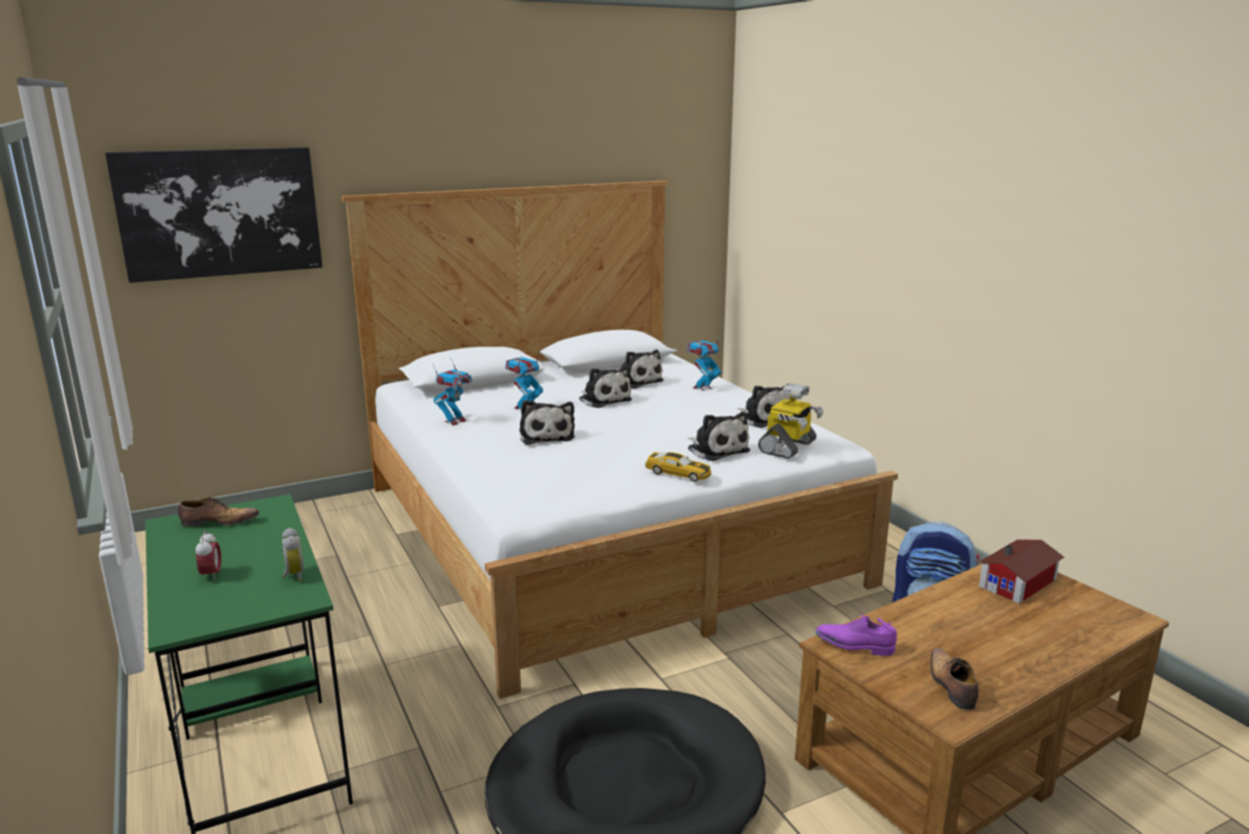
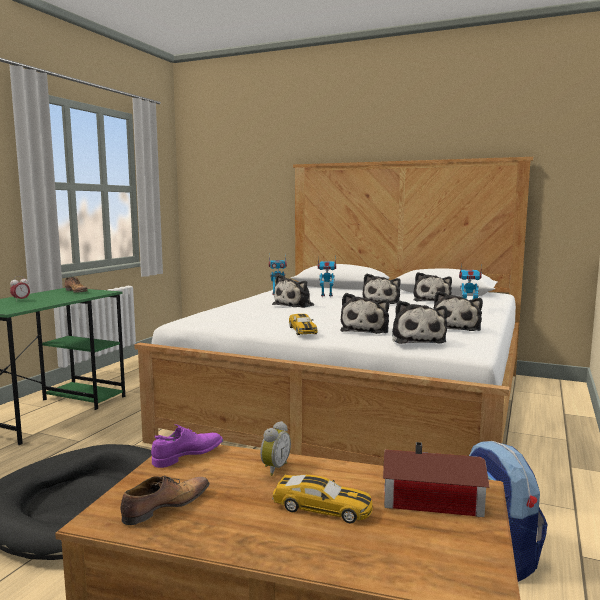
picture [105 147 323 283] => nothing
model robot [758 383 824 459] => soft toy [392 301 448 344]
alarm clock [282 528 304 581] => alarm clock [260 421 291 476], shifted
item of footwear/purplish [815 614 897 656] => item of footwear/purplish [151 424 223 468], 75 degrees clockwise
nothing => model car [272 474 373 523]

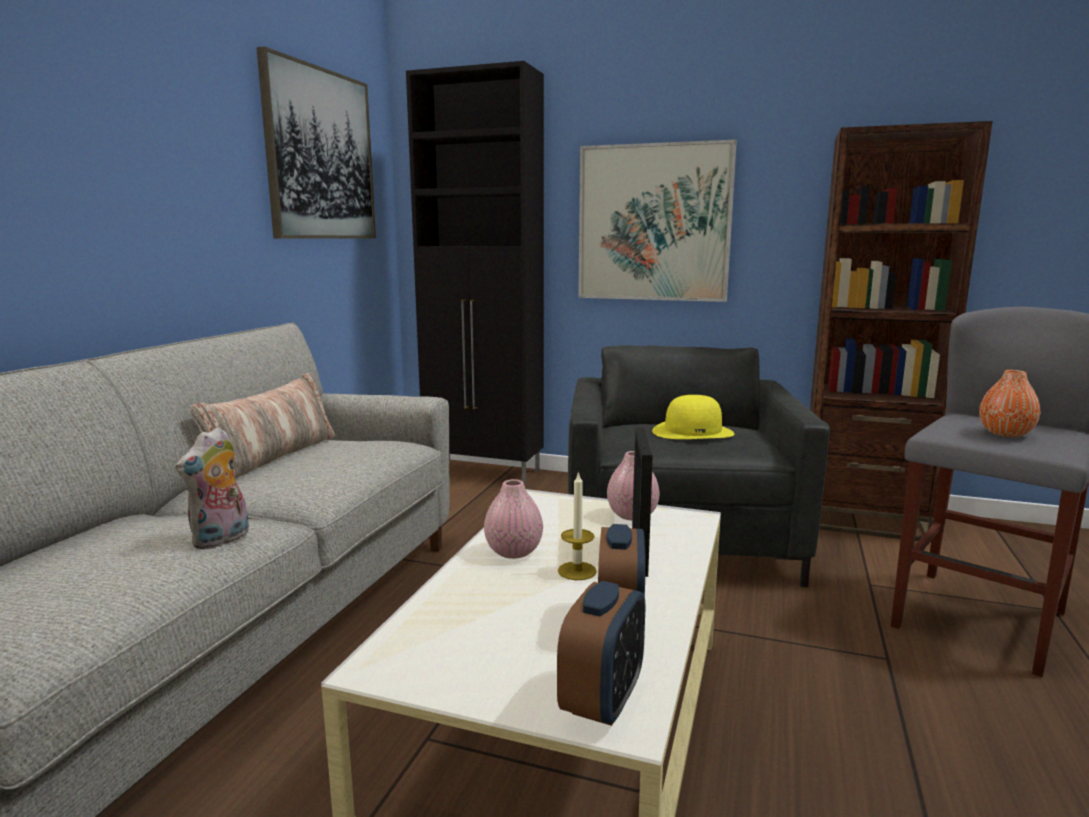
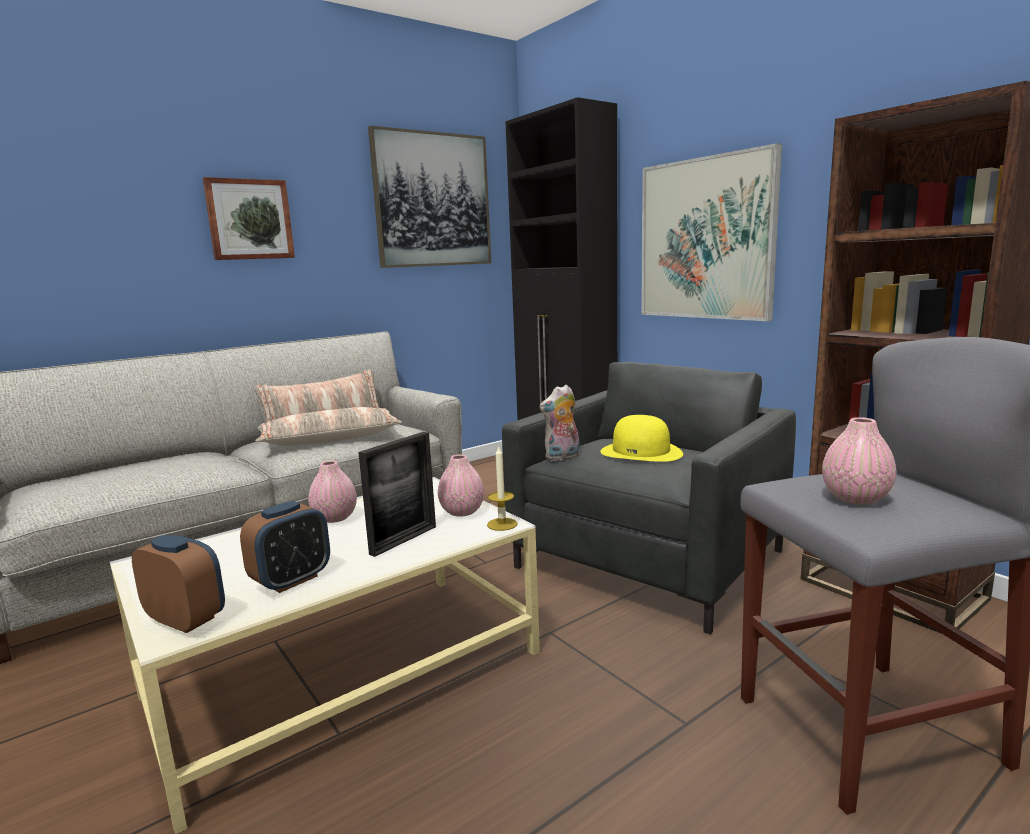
vase/orange [979 370 1040 437] => vase/pink-coloured [822 417 896 505]
soft toy [175 427 249 549] => soft toy [539 385 580 461], shifted
wax candle [558 471 597 580] => wax candle [487 445 518 531], shifted
alarm clock [557 581 645 726] => alarm clock [132 535 225 633], 120 degrees counterclockwise
nothing => picture [203 177 295 260]
nothing => cushion [255 407 402 446]

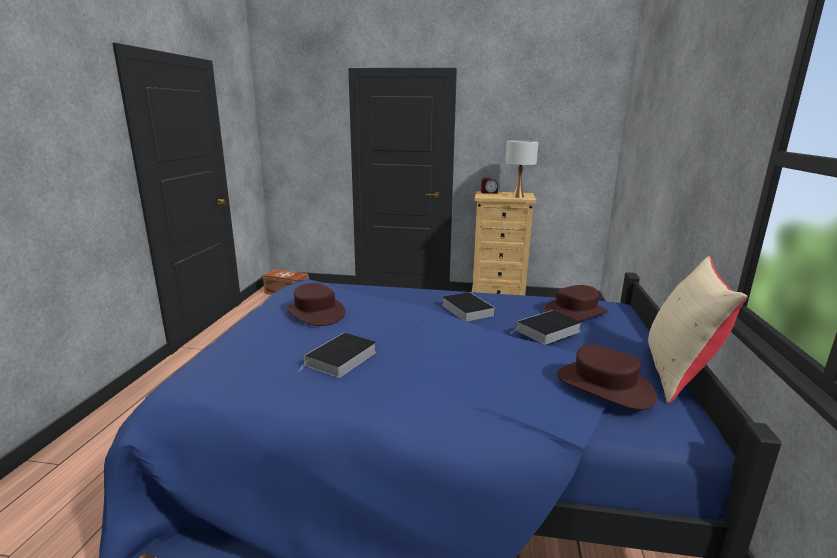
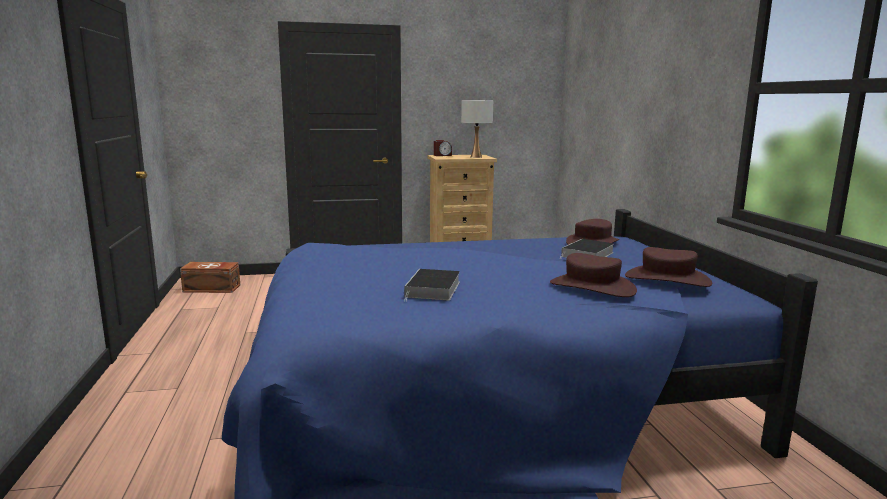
cushion/beige [648 256 748 404] => nothing
hat/brown-coloured [287 283 345 326] => hat/brown-coloured [550 253 637 297], shifted
book [442 292 495 321] => nothing

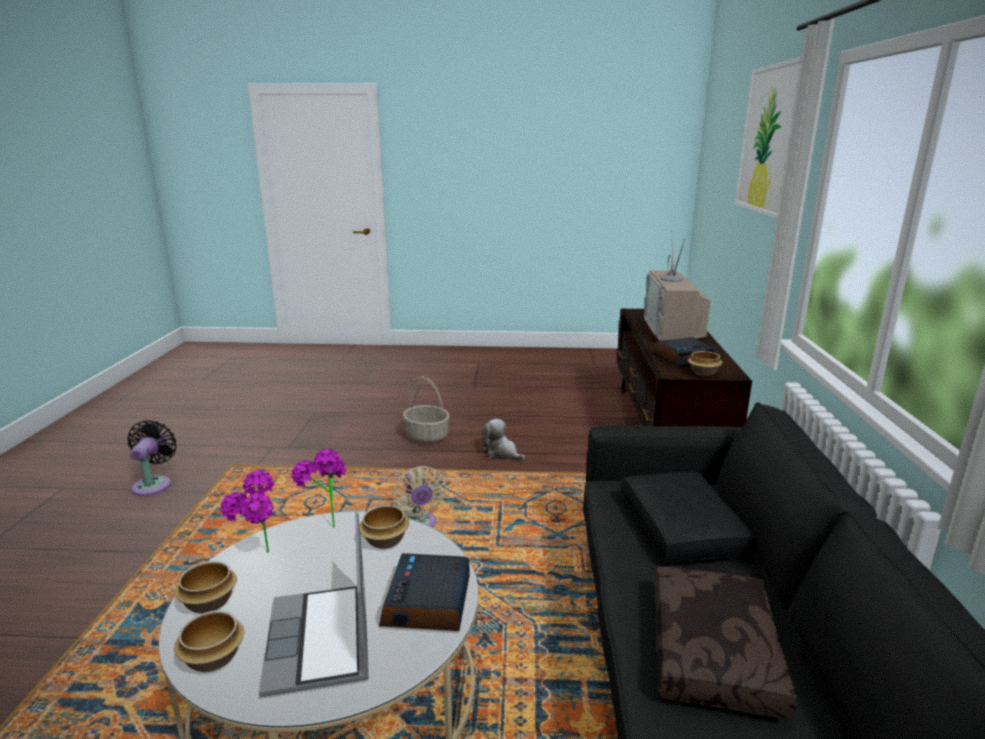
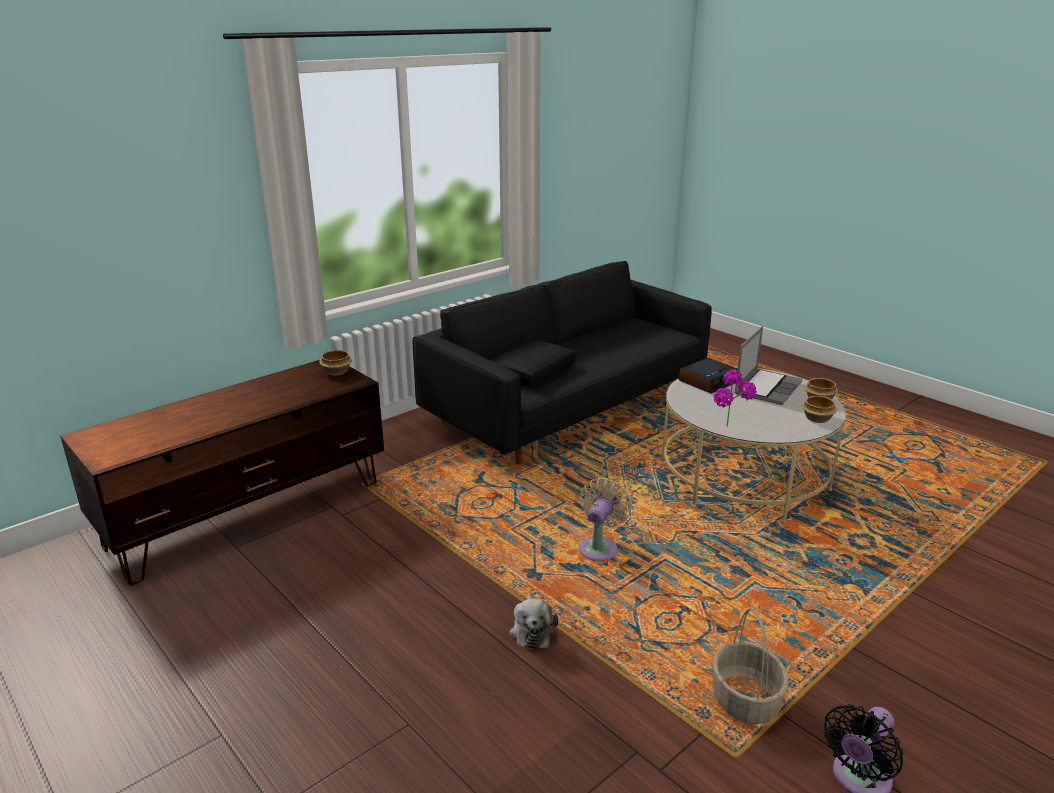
picture [735 56 802 219] => nothing
television [644 230 711 341] => nothing
alarm clock [654 337 716 367] => nothing
household basket [403 376 450 444] => household basket [713 608 789 724], shifted
soft toy [481 419 525 461] => soft toy [509 596 558 649], shifted
houseplant [220 470 274 553] => nothing
serving bowl [359 505 409 549] => nothing
cushion/brown-coloured [655 566 797 718] => nothing

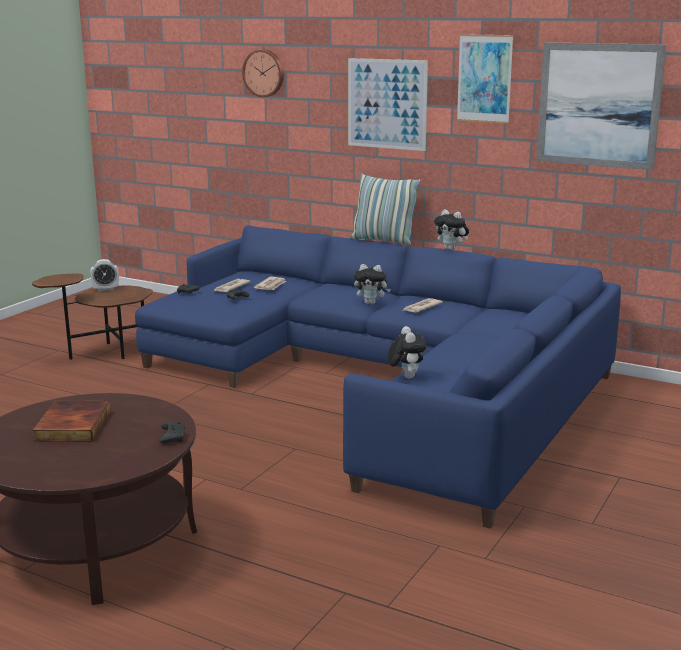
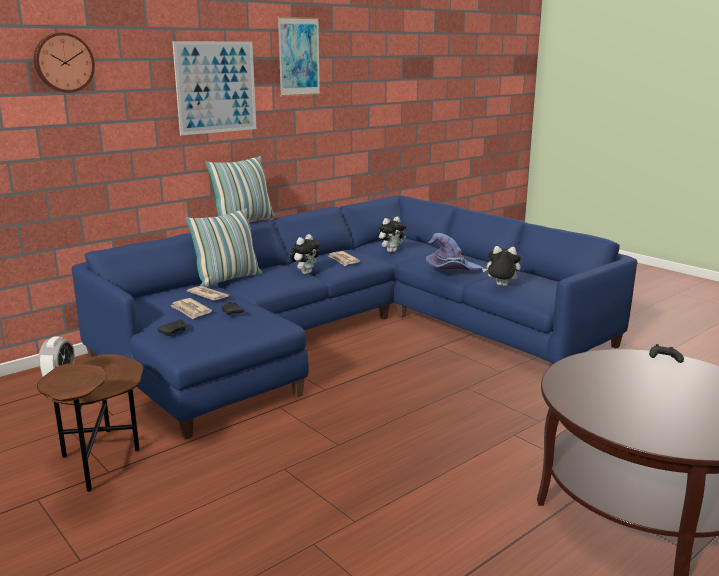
picture [536 42 666 170] => nothing
soft toy [434 209 469 250] => soft toy [378 217 407 252], shifted
book [33 401 111 442] => nothing
nothing => cushion [185 208 262 288]
nothing => hat/purplish [426 233 483 270]

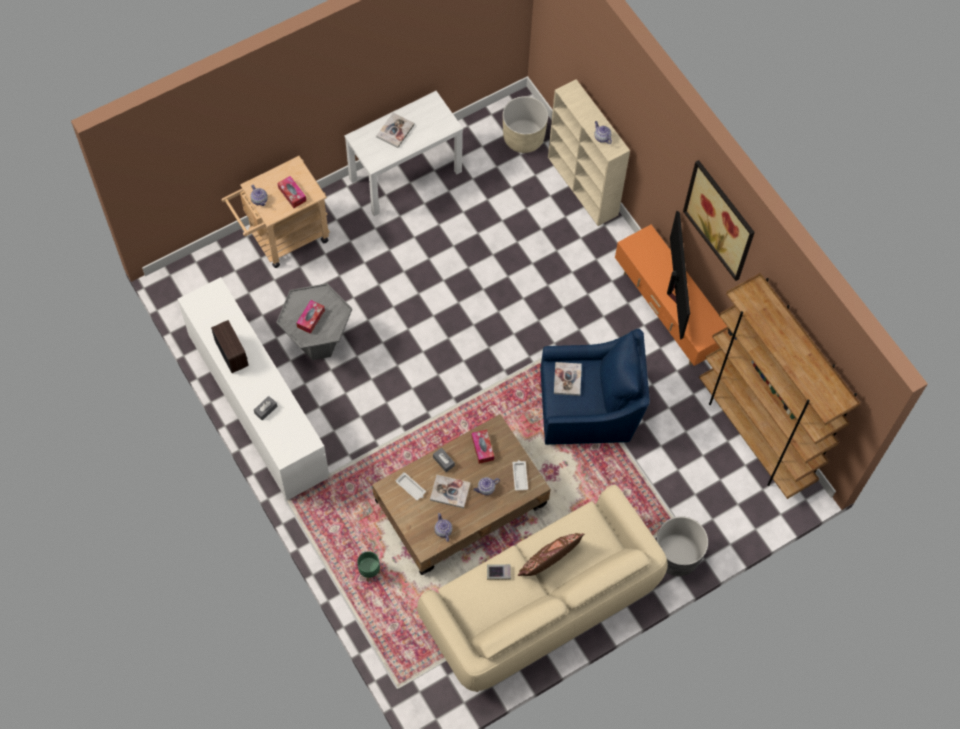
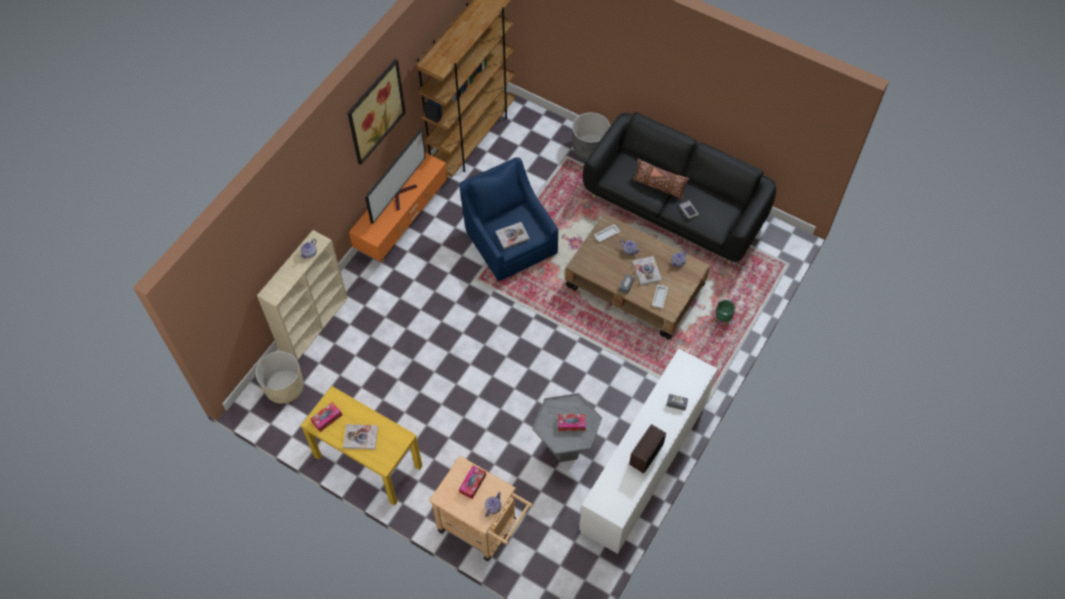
console table/whitish [344 91 463 216] => console table/yellowish [301 386 422 506]
television [667 210 690 340] => television [365 129 426 224], 150 degrees clockwise
tissue holder [471 430 494 464] => tissue holder [310 402 342 432], shifted
sofa/beige [417 485 668 692] => sofa/black [583 112 776 265]

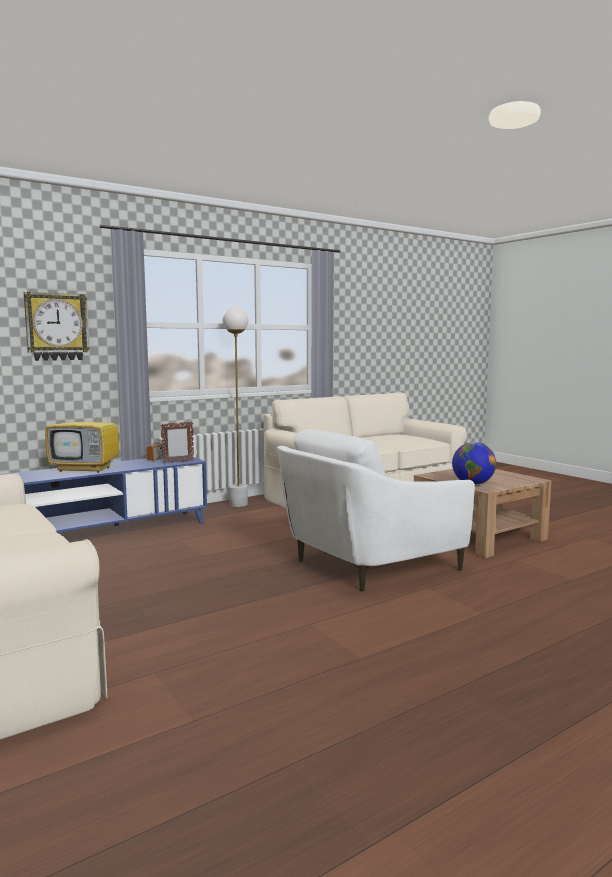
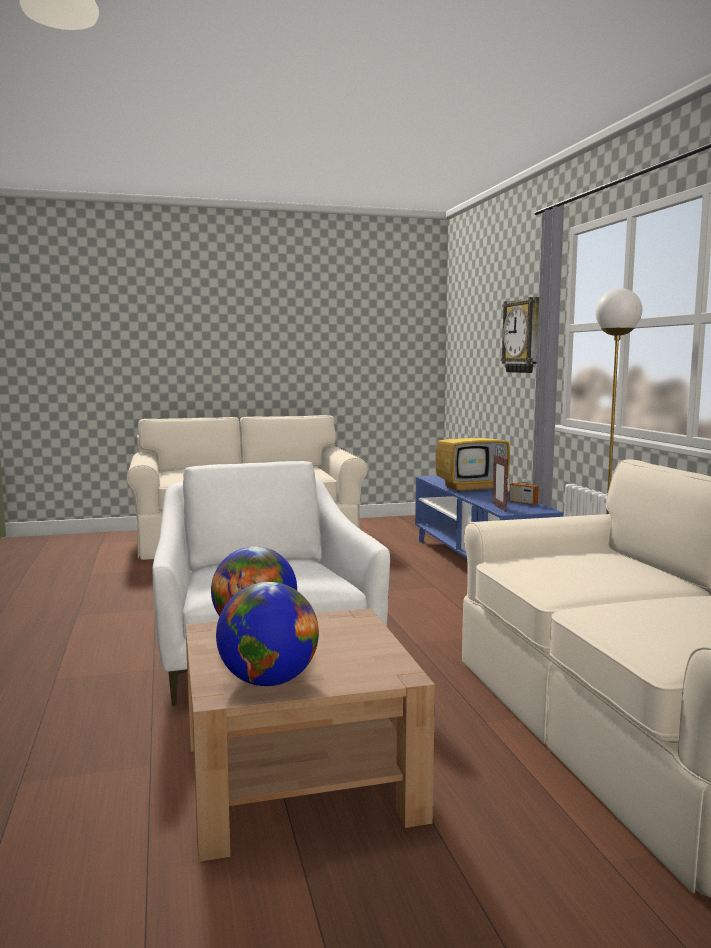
television [45 390 119 473] => television [436 414 510 492], 135 degrees counterclockwise
nothing => globe [216 582 319 686]

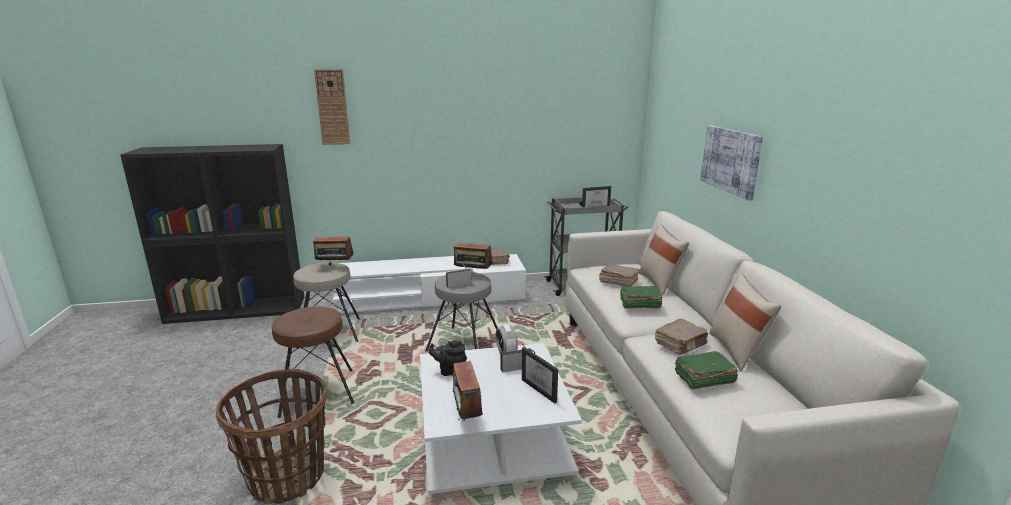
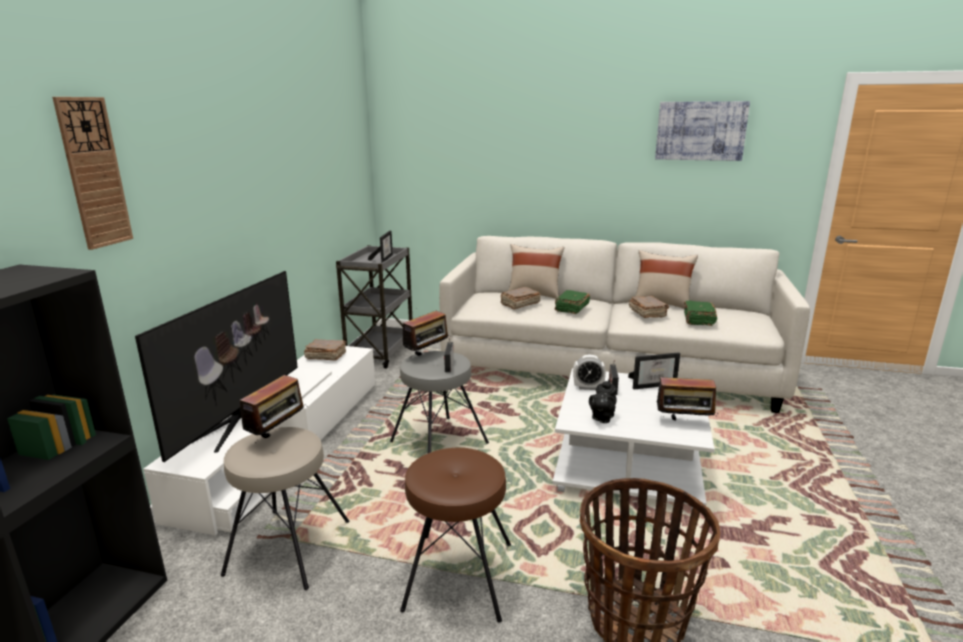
picture [700 125 763 200] => picture [655 101 750 161], shifted
nothing => television [135 271 298 462]

